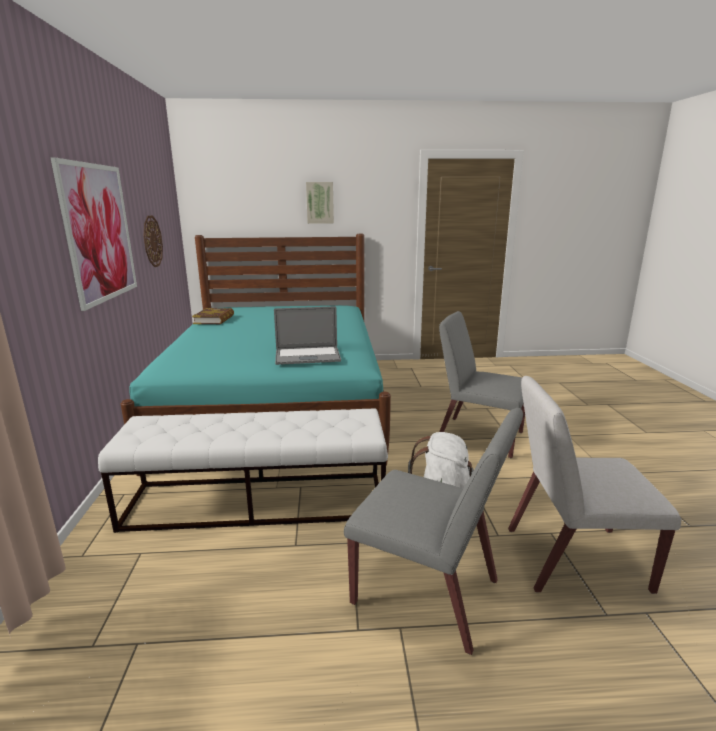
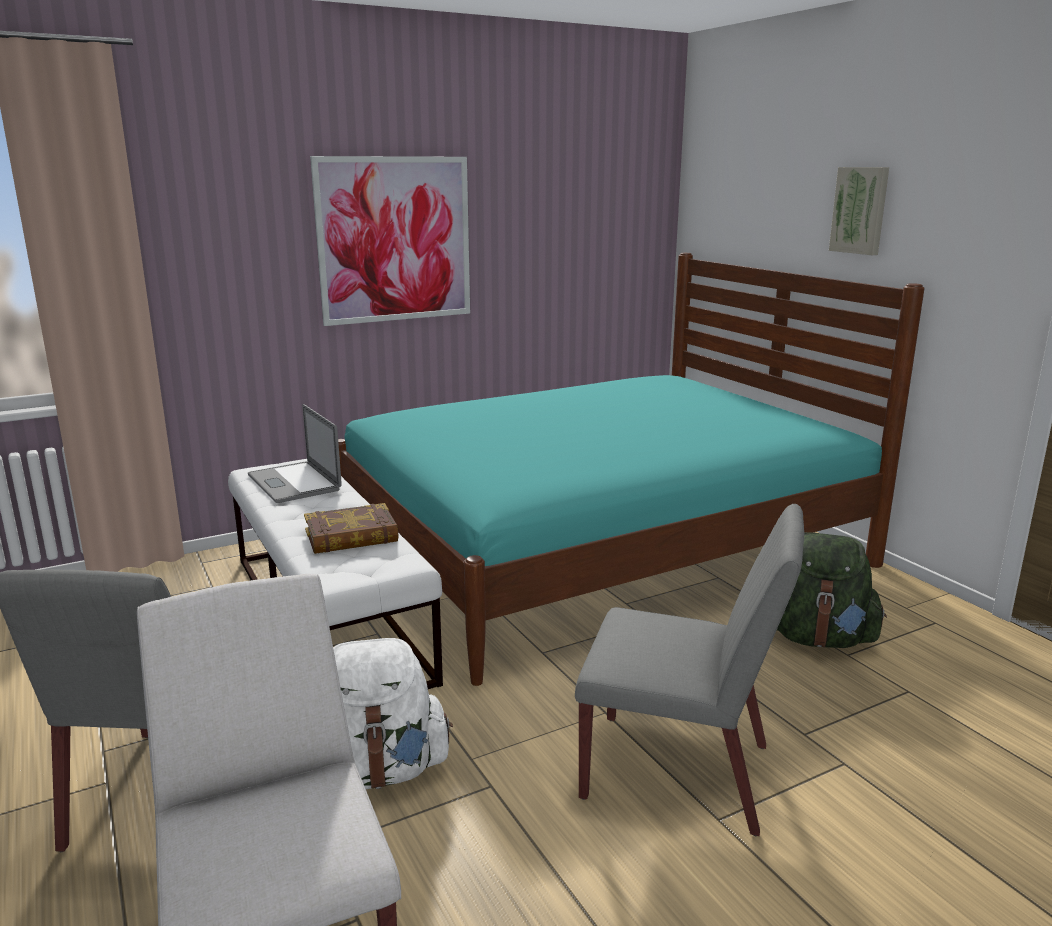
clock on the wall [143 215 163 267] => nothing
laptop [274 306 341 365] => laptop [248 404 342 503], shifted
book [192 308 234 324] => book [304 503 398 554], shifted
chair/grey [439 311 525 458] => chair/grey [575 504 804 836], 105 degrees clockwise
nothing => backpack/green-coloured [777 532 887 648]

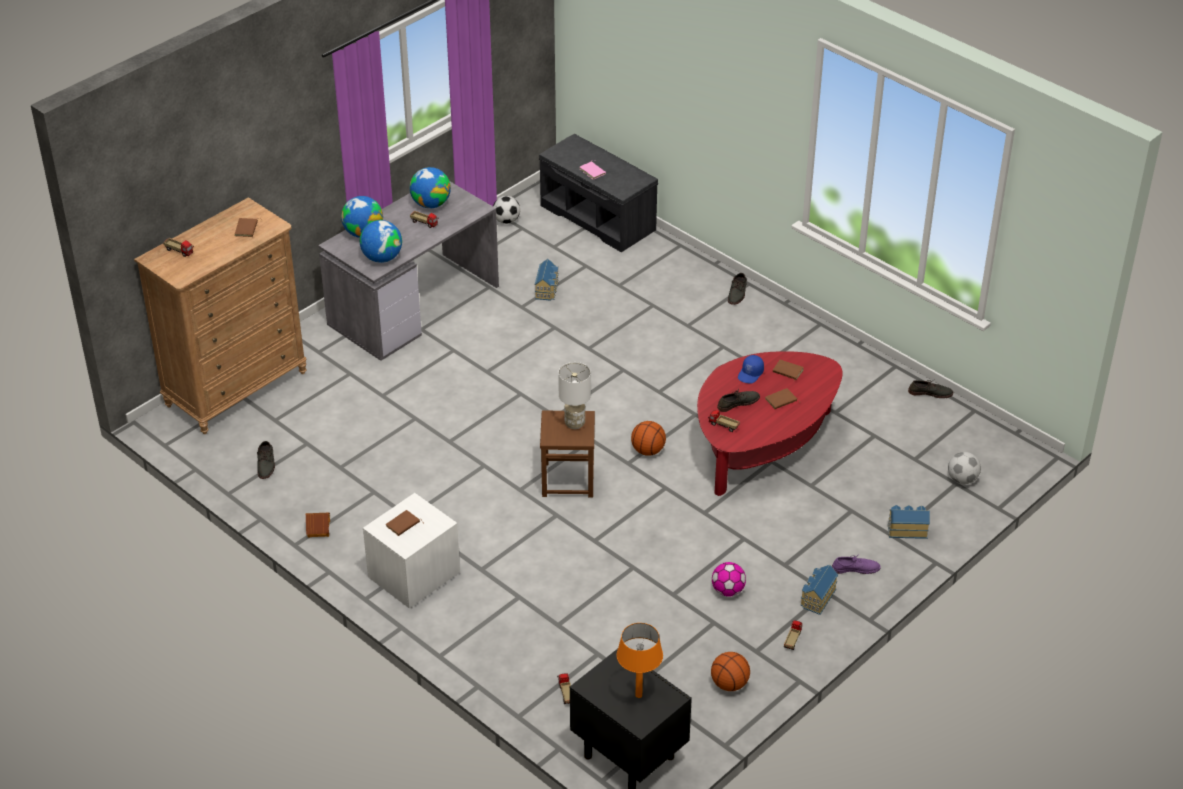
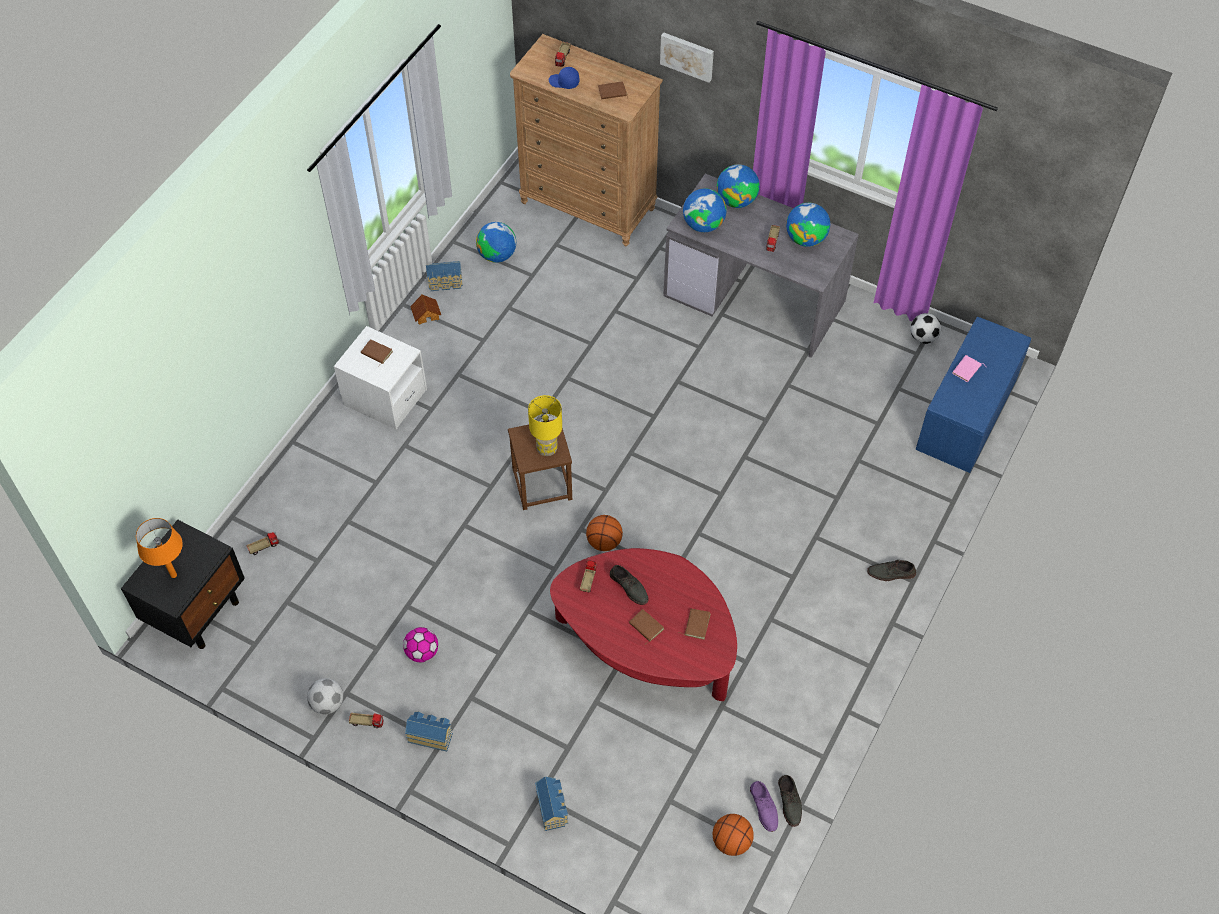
indoor bench/grey [539 134 658 252] => indoor bench/blue-coloured [915 317 1031 473]
miniature house [535 259 559 301] => miniature house [426 261 463 291], shifted
baseball cap/blue-coloured [738 355 764 384] => baseball cap/blue-coloured [549 67 579 89], shifted
table lamp/whitish [558 362 591 429] => table lamp/yellowish [528 395 562 456]
item of footwear/grey [257 441 275 479] => globe [476 222 516 263]
ball for football [948 452 981 484] => ball for football [307 678 343 714], shifted
item of footwear/purplish [832 555 881 574] => item of footwear/purplish [750 781 778 832], shifted
basketball ball [711 652 750 691] => basketball ball [713 814 754 856], shifted
nothing => picture [660 32 714 83]

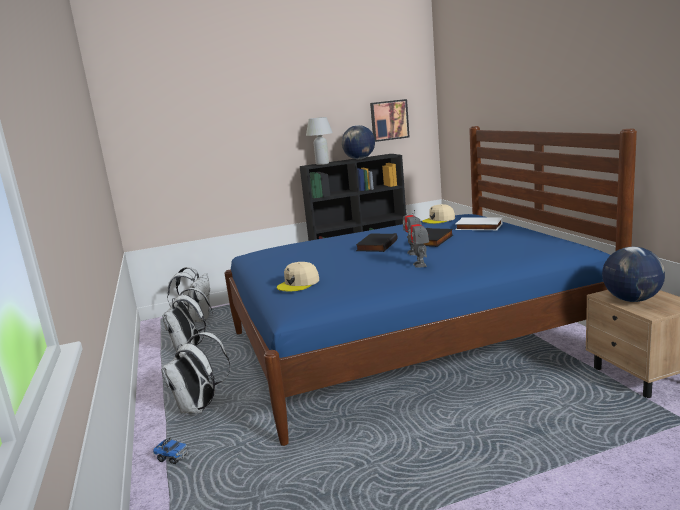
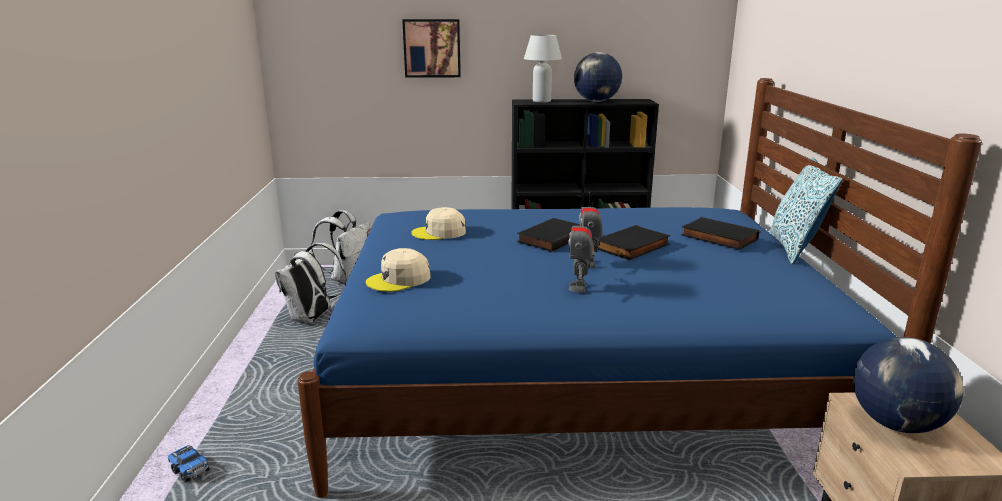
picture [370 99 409 142] => picture [402 19 461 78], shifted
baseball cap/beige [422 204 455 224] => baseball cap/beige [411 207 466 240], shifted
book/whitish [455 217 503 230] => book/black [681 217 759 250]
backpack/whitish [161 332 230 414] => nothing
nothing => cushion [769 157 843 264]

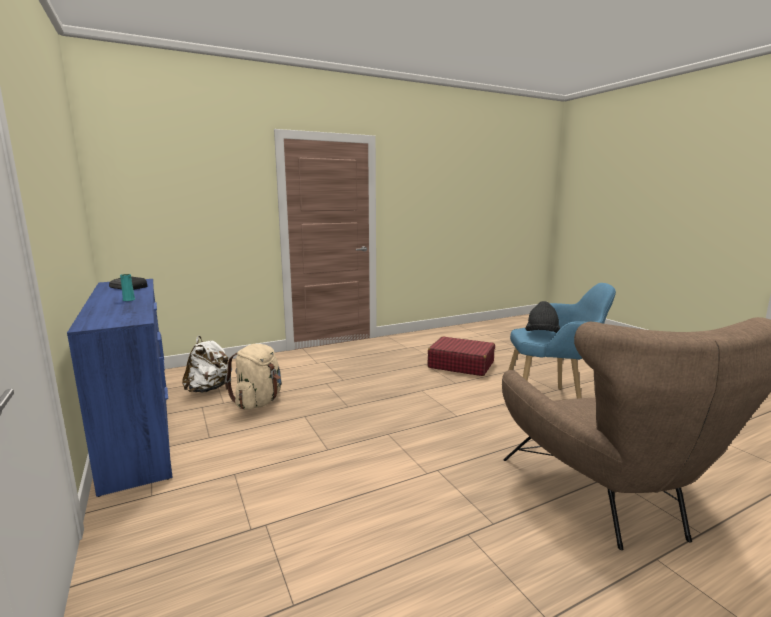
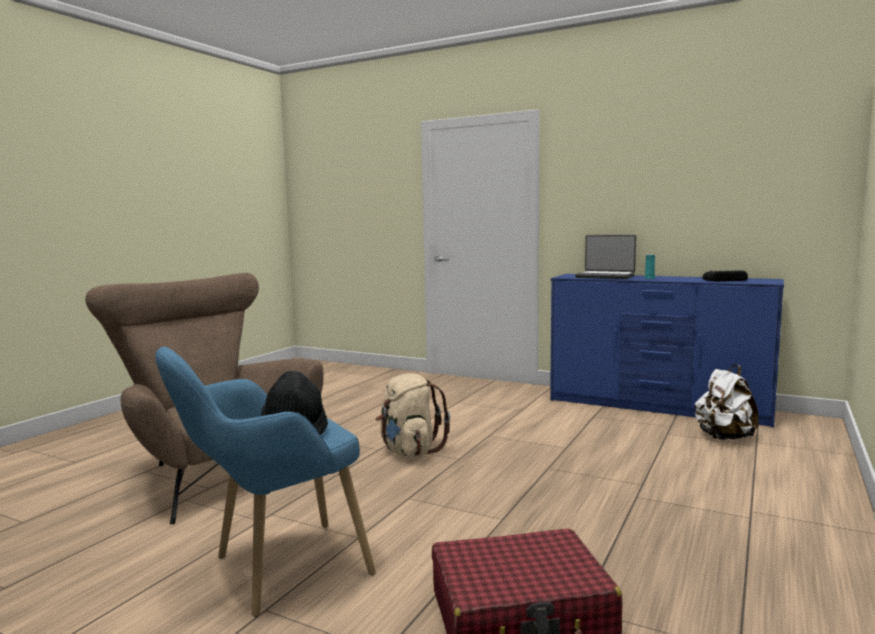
backpack/beige [225 344 282 410] => backpack/beige [376 373 450 457], shifted
nothing => laptop [575 235 636 279]

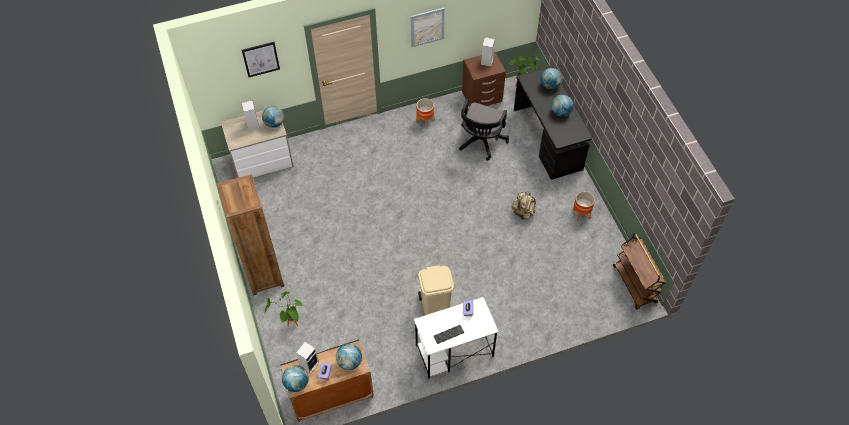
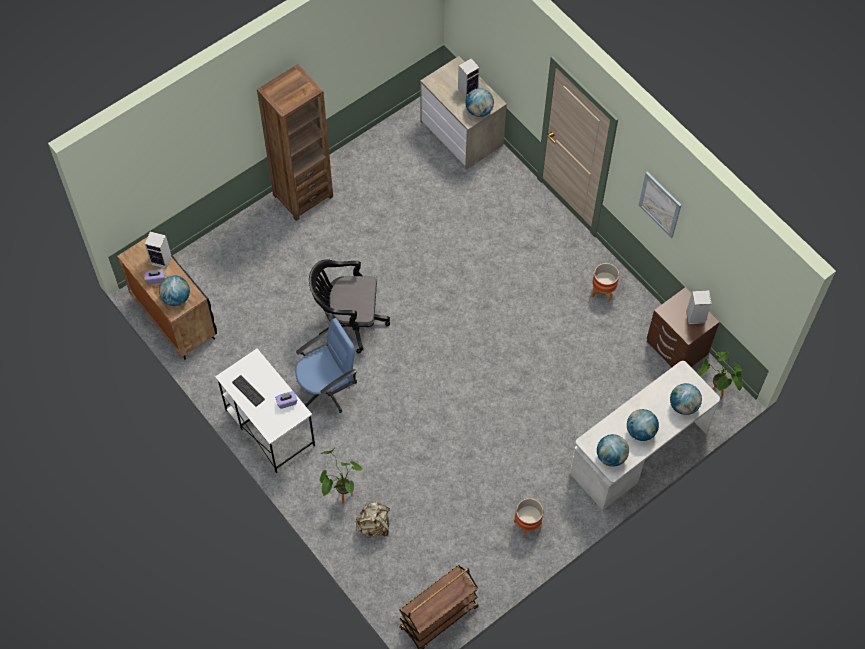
picture [242 42 280 77] => nothing
desk unit/black [514 67 592 180] => desk unit/whitish [570 361 720 510]
office chair/black [459 99 509 161] => office chair/black [309 259 390 354], shifted
backpack/beige [512 191 536 220] => backpack/beige [356 501 390 538], shifted
rubbish bin/beige [418 265 454 315] => office chair/blue-coloured [295 318 357 413]
houseplant [265 291 303 327] => houseplant [319 448 362 504], shifted
globe [282 365 309 392] => globe [597 434 629 467], shifted

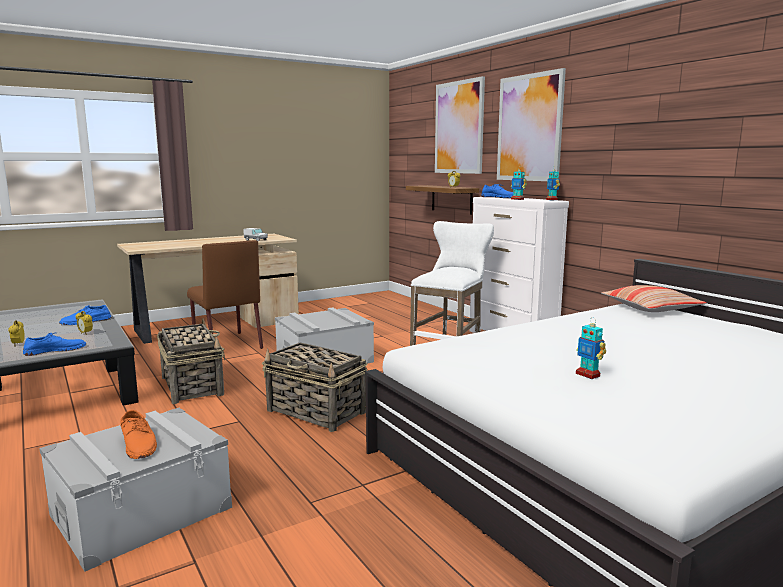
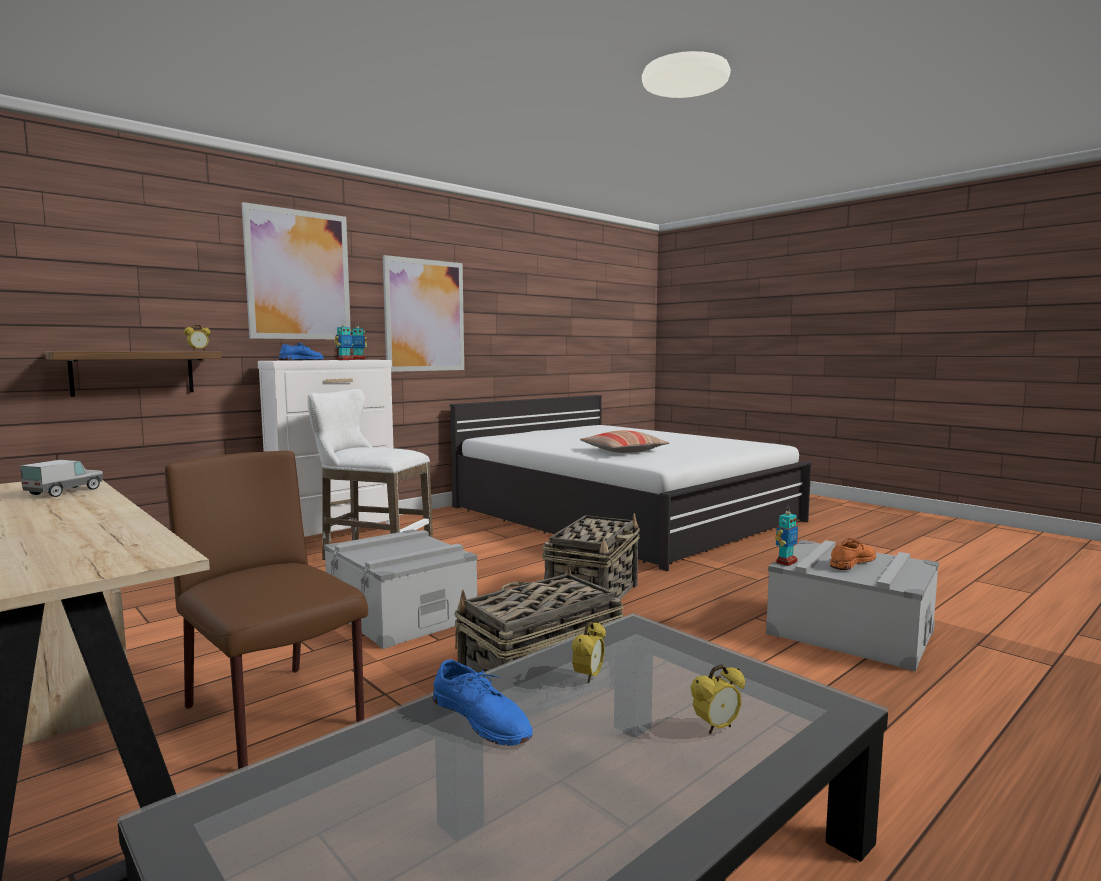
picture [435 76 485 174] => picture [383 255 464 372], shifted
chair/brown-coloured [187 240 263 349] => chair/brown-coloured [165 451 368 769], 90 degrees counterclockwise
cushion [601 285 707 312] => cushion [580 431 669 453], shifted
model robot [576 317 606 379] => model robot [775 507 798 566], shifted
item of footwear/blue-coloured [23 333 86 356] => nothing

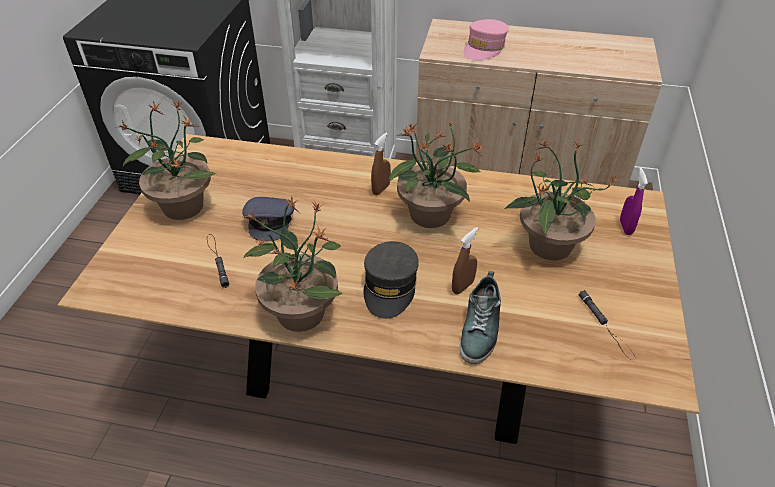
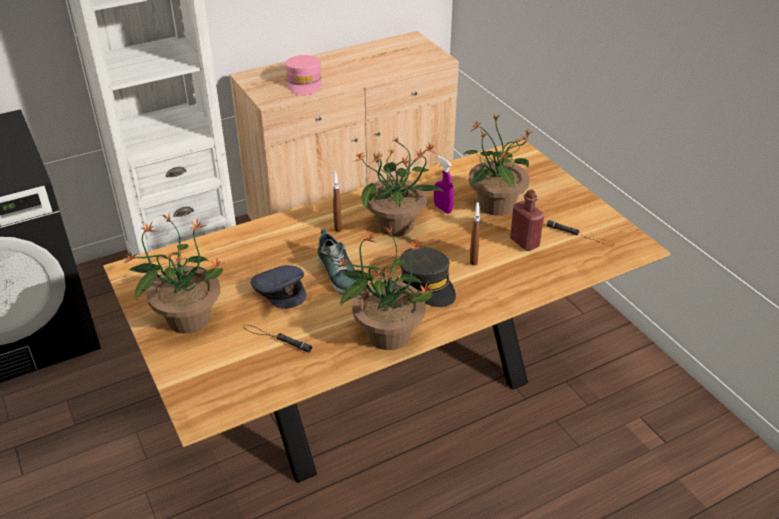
spray bottle/purplish [620 168 648 235] => spray bottle/purplish [434 156 454 214], shifted
item of footwear [460 270 501 364] => item of footwear [318 229 357 295], shifted
nothing => drink bottle/red-coloured [510 189 545 251]

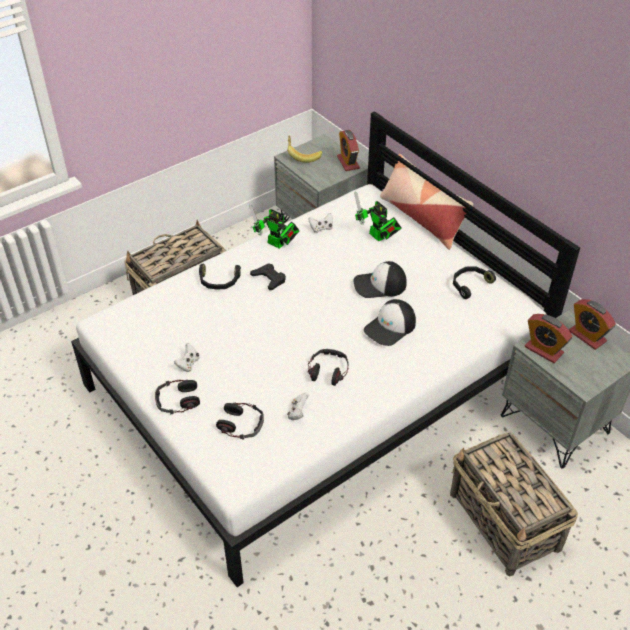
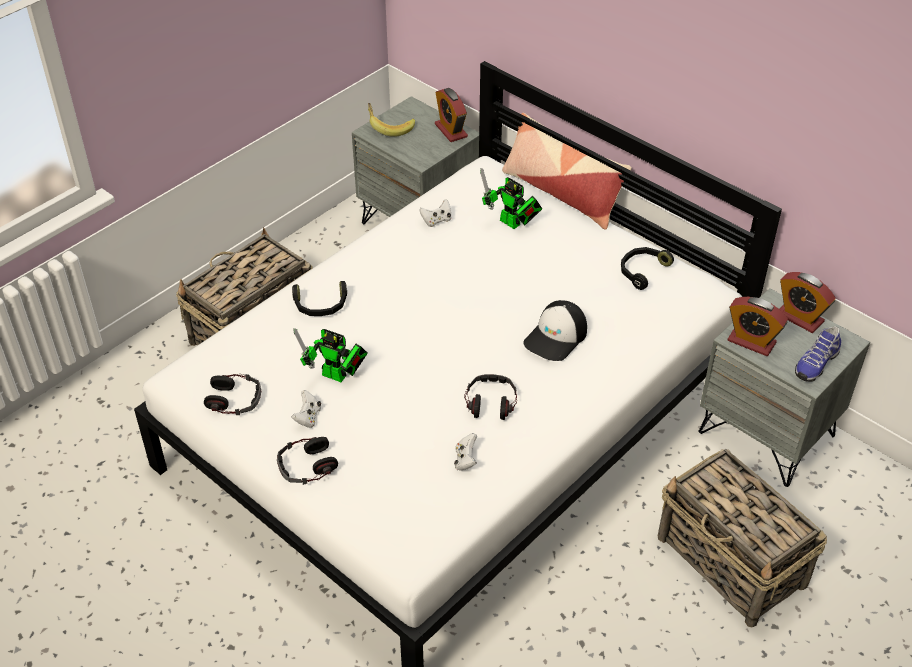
model robot [249 204 300 249] => model robot [294 328 367 382], shifted
baseball cap [354 261 407 298] => nothing
joypad/black [250 263 286 290] => nothing
pair of headphones [216 403 264 439] => pair of headphones [204 374 261 415], shifted
nothing => item of footwear [795 327 841 382]

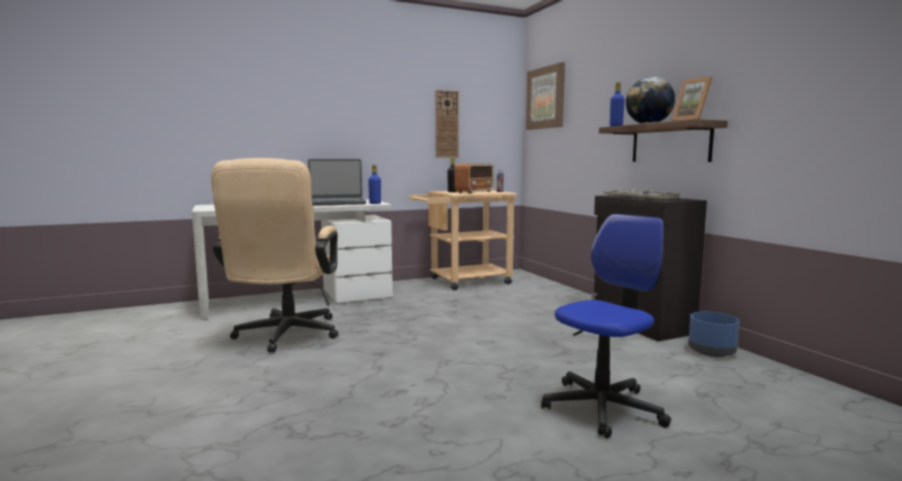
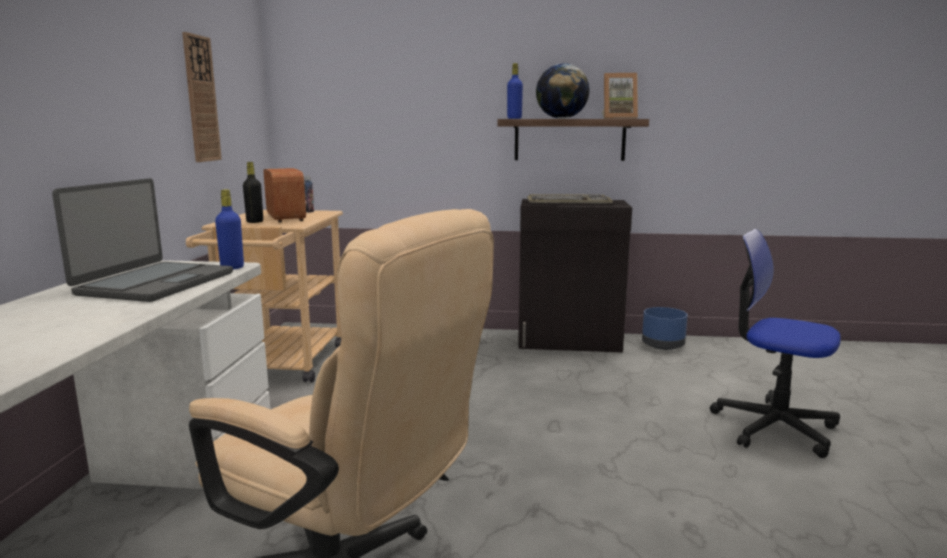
picture [526 62 565 130] => nothing
office chair [541 214 671 438] => office chair [710 229 841 458], 45 degrees counterclockwise

